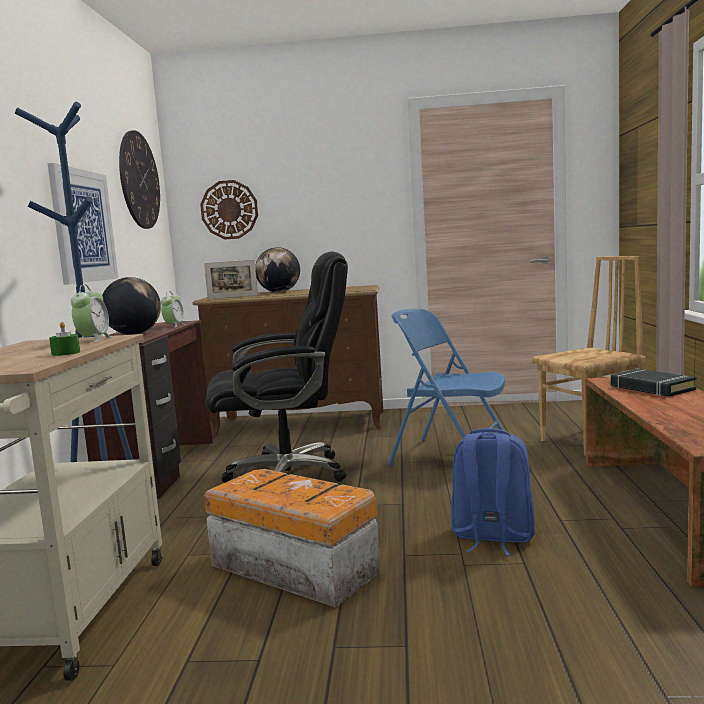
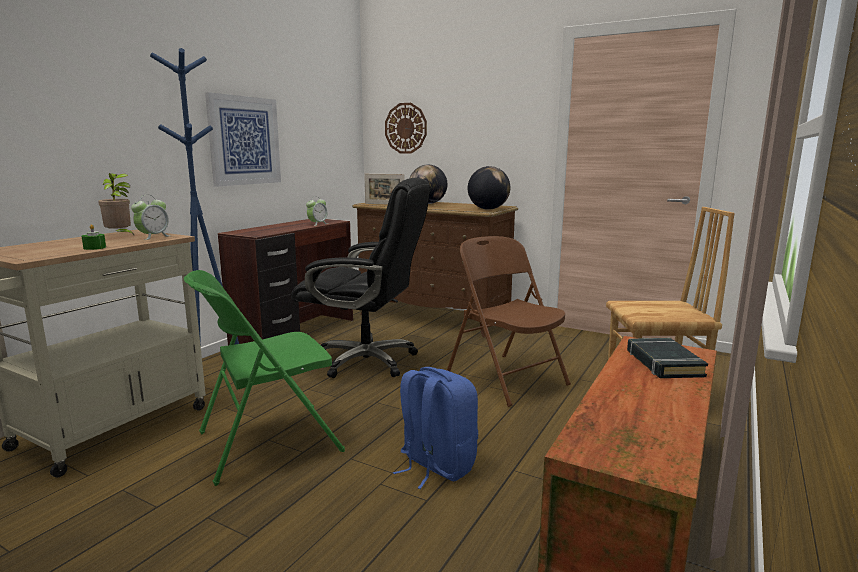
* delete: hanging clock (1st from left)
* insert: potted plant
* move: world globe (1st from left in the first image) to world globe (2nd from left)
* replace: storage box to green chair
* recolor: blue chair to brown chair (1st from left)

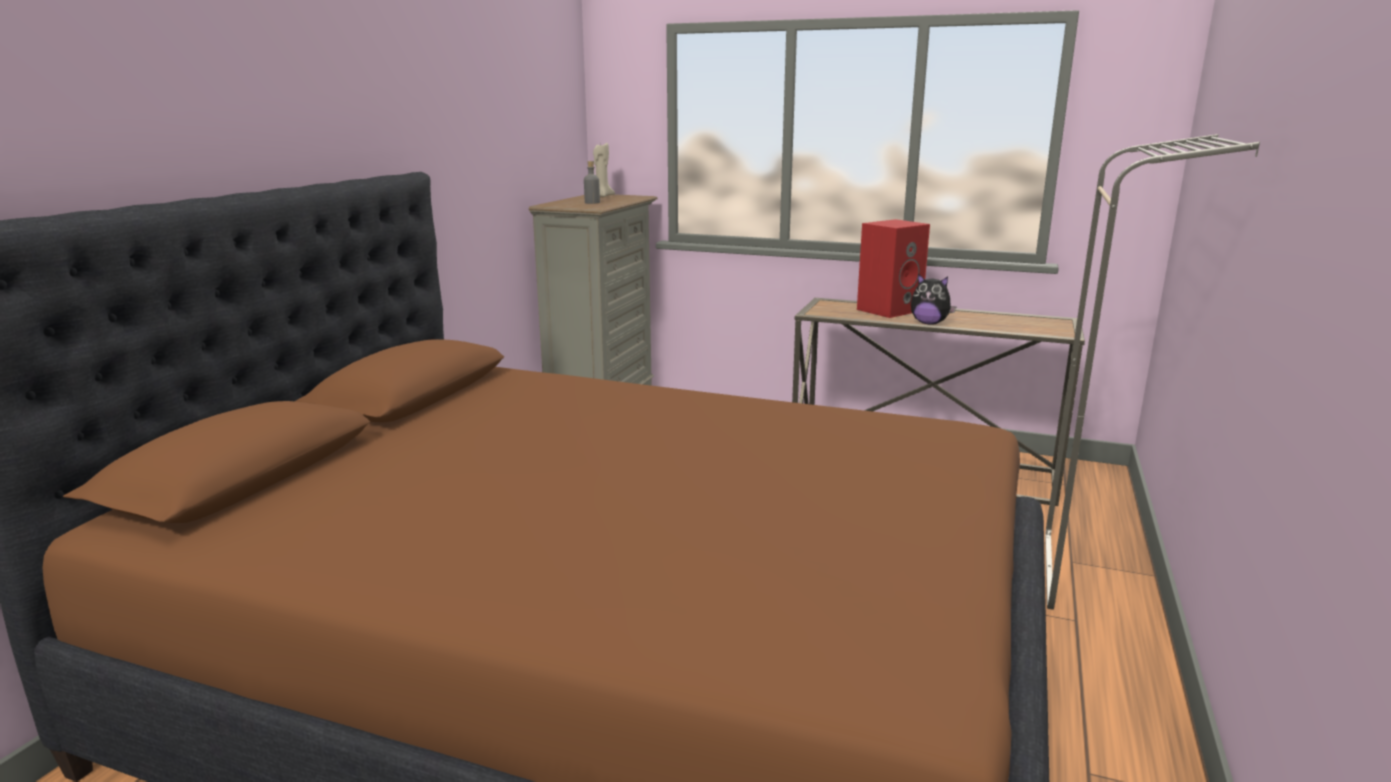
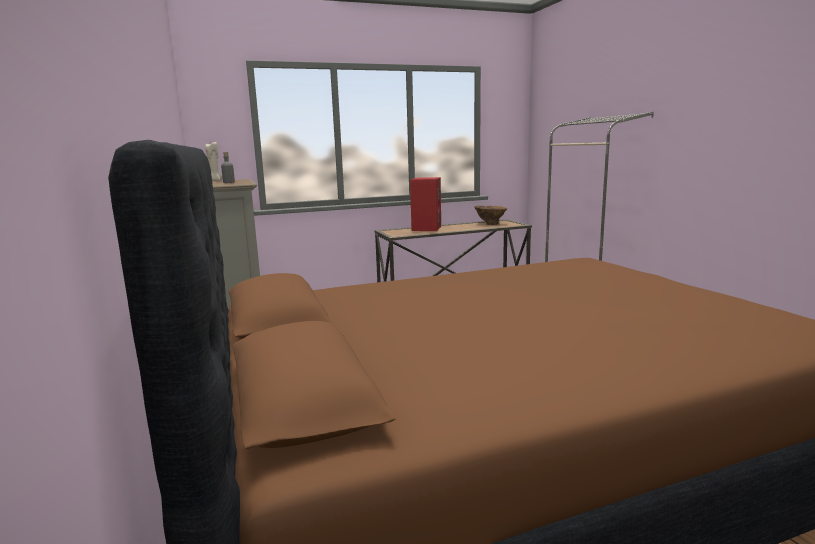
* delete: plush toy
* insert: brown decorative vase

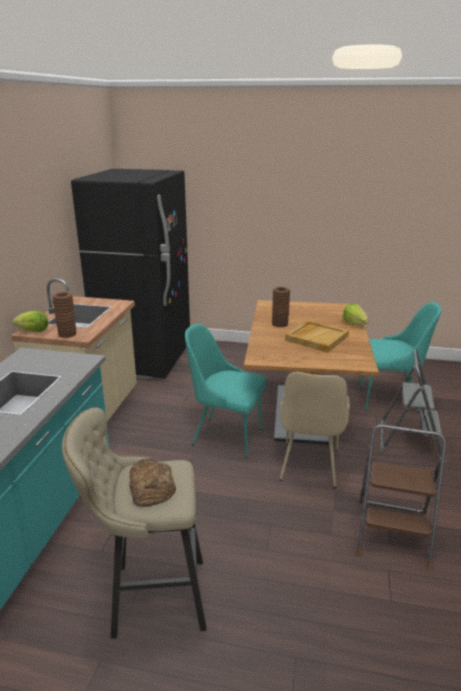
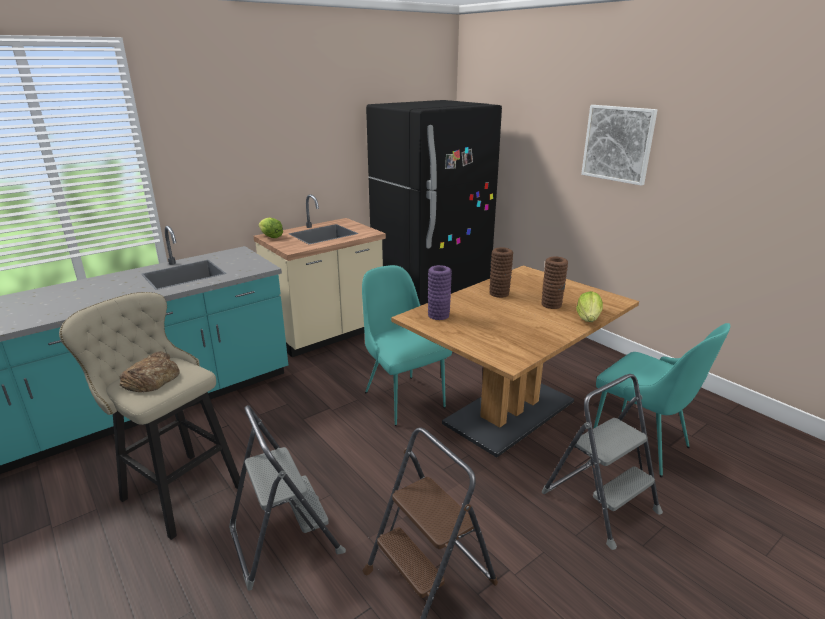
* delete: beige chair
* delete: beige carrying tray
* insert: grey step ladder (1st from left)
* insert: purplish decorative vase
* insert: wall picture
* move: brown decorative vase (1st from left in the first image) to brown decorative vase (2nd from left)

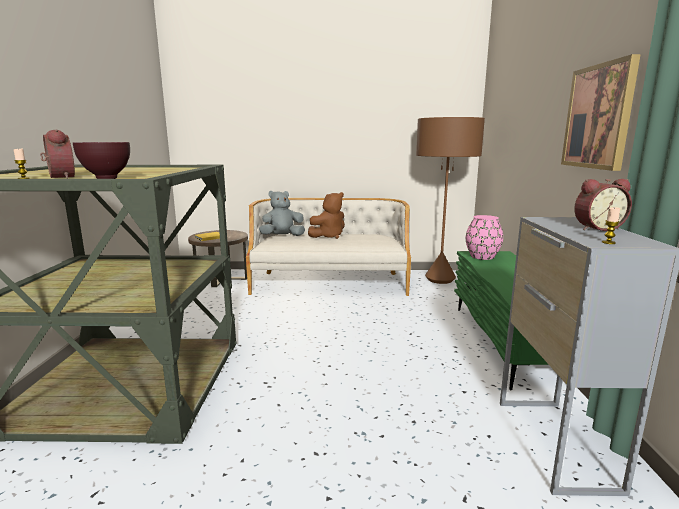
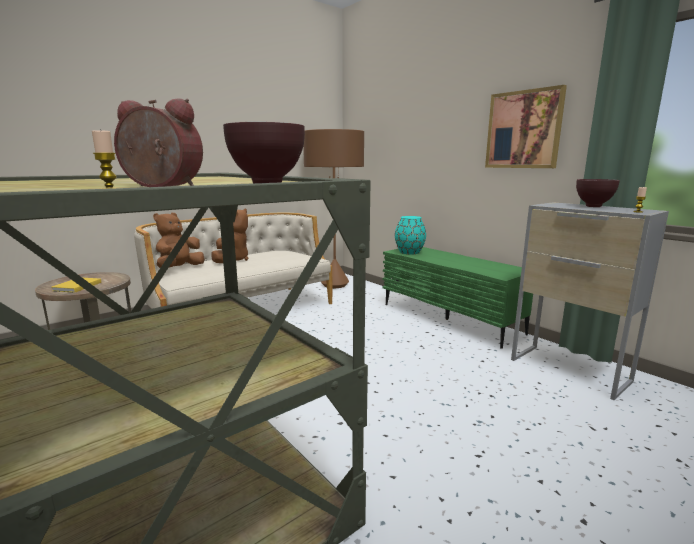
* replace: table clock (2nd from left) to brown bowl (2nd from left)
* recolor: grey plush toy to brown plush toy (1st from left)
* recolor: pinkish decorative vase to blue-green decorative vase

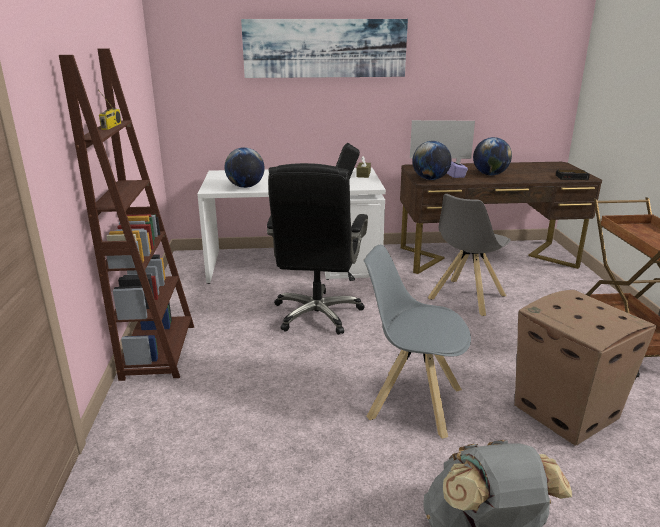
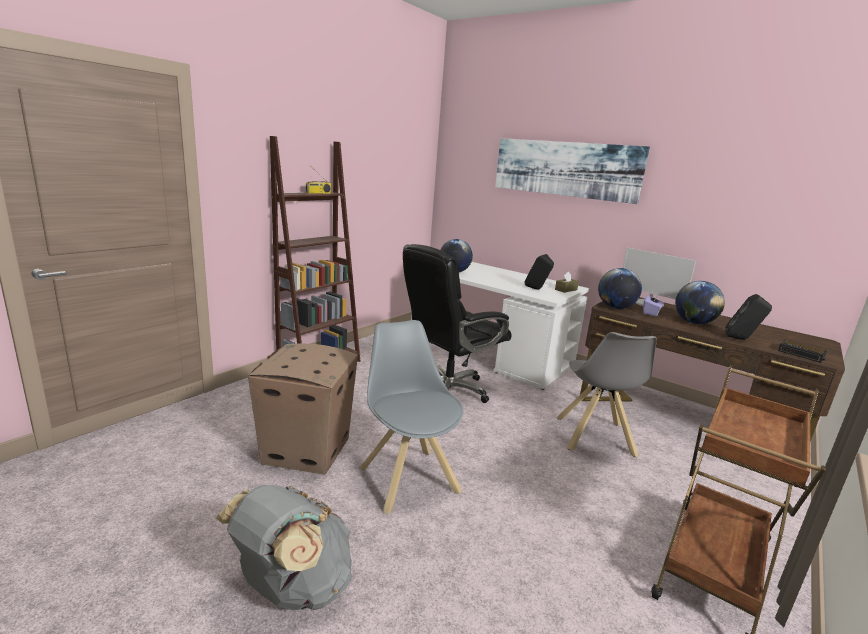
* insert: blackish loudspeaker (2nd from left)
* move: carton
* rotate: grey chair (2nd from left) 75 degrees counterclockwise

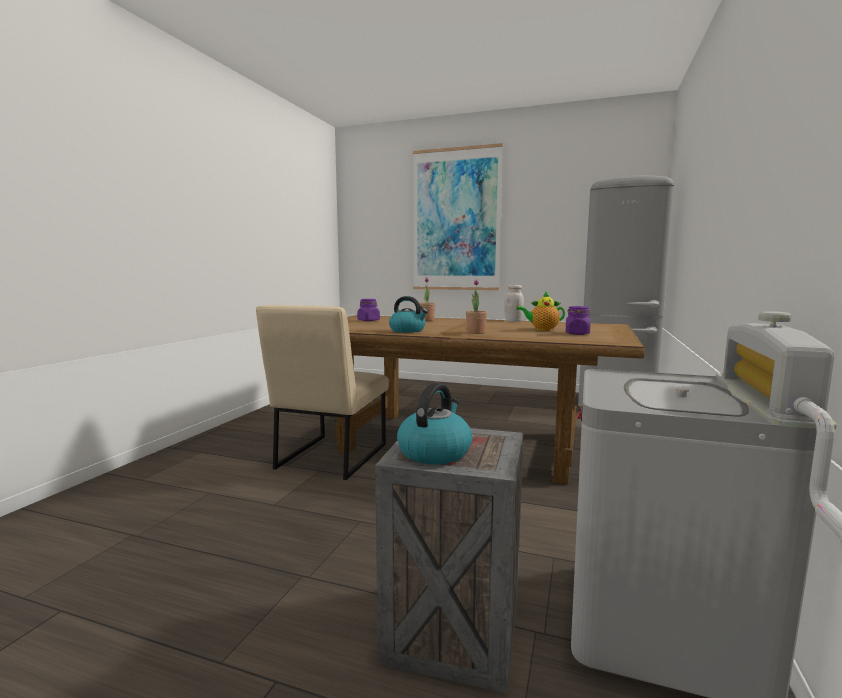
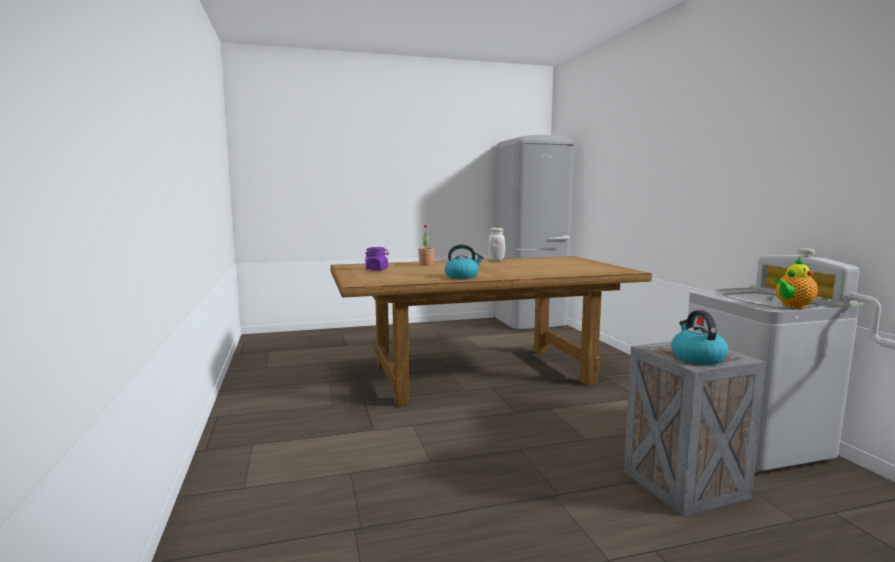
* delete: beige chair
* delete: wall picture
* delete: potted plant (2nd from left)
* delete: purplish jar (2nd from left)
* move: tea pot

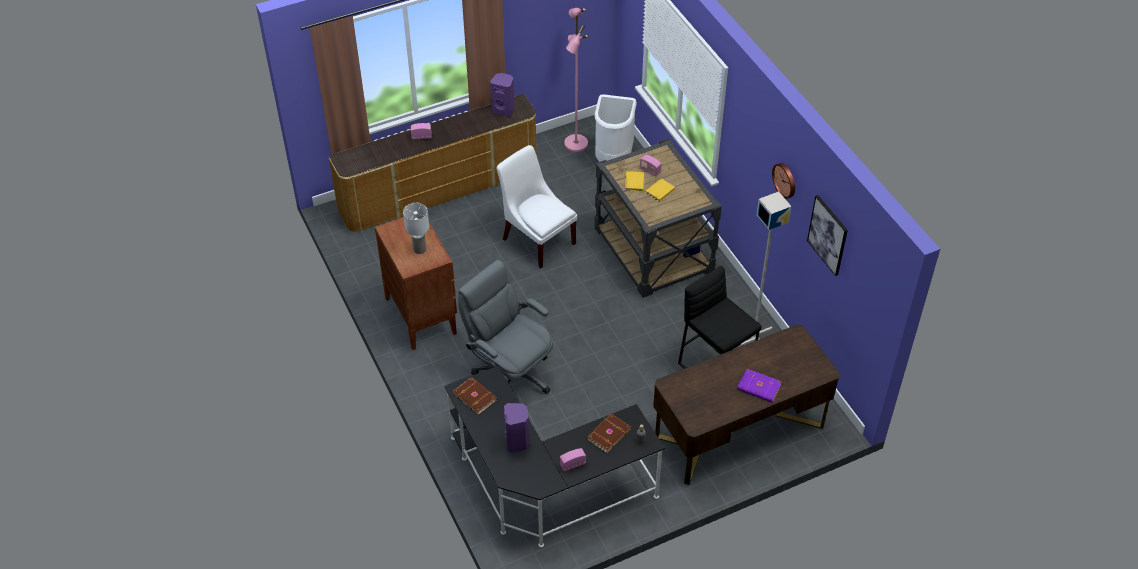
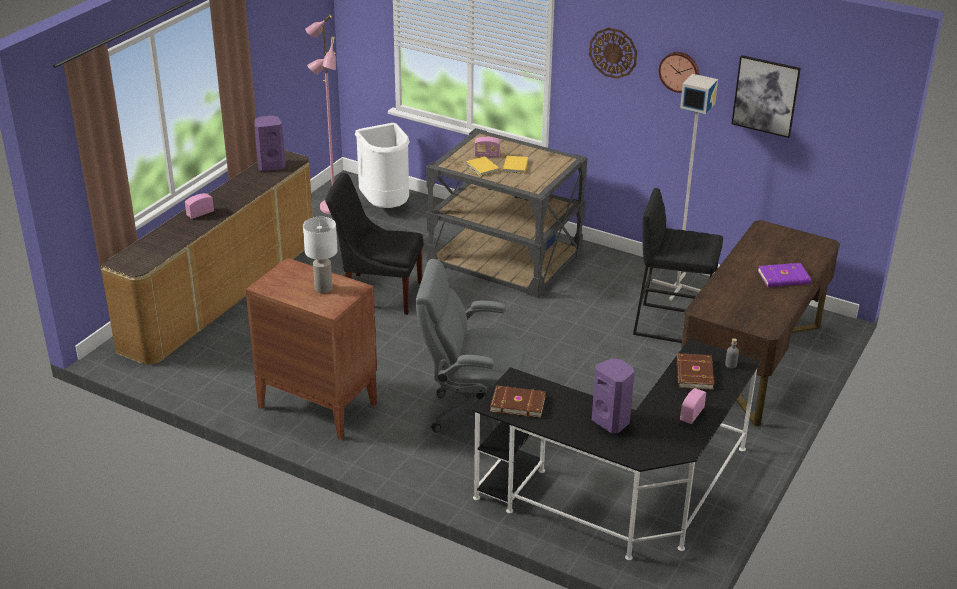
* insert: hanging clock (1st from left)
* recolor: white chair to blackish chair

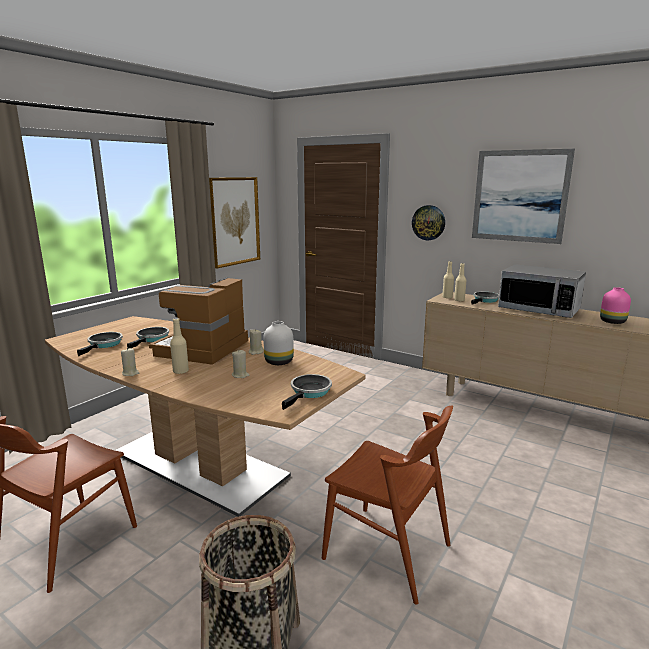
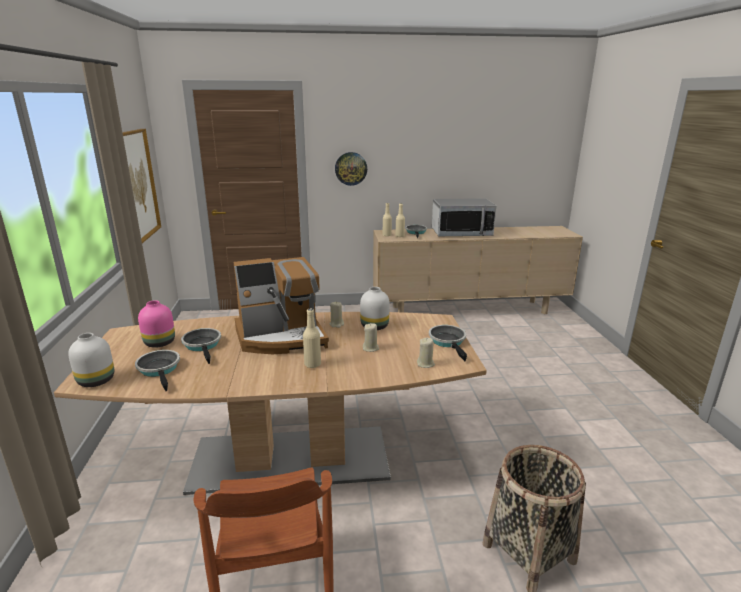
* delete: brown chair (2nd from left)
* delete: wall picture (2nd from left)
* insert: white decorative vase (1st from left)
* move: beige candle (1st from left in the first image) to beige candle (3rd from left)
* move: pinkish decorative vase
* rotate: coffee machine 90 degrees counterclockwise

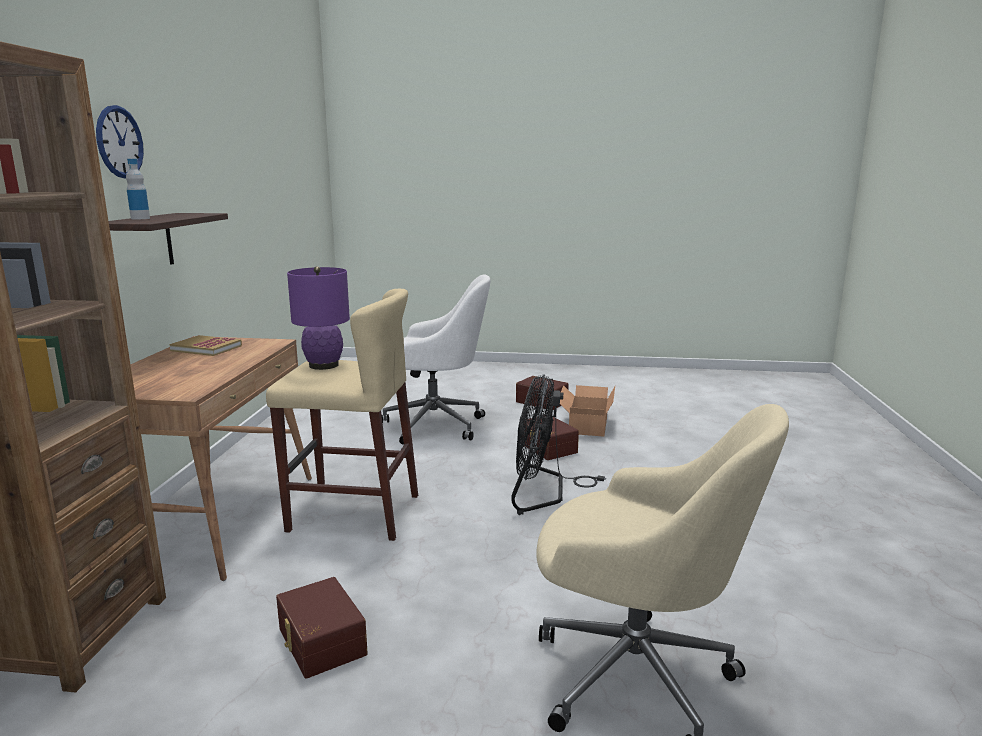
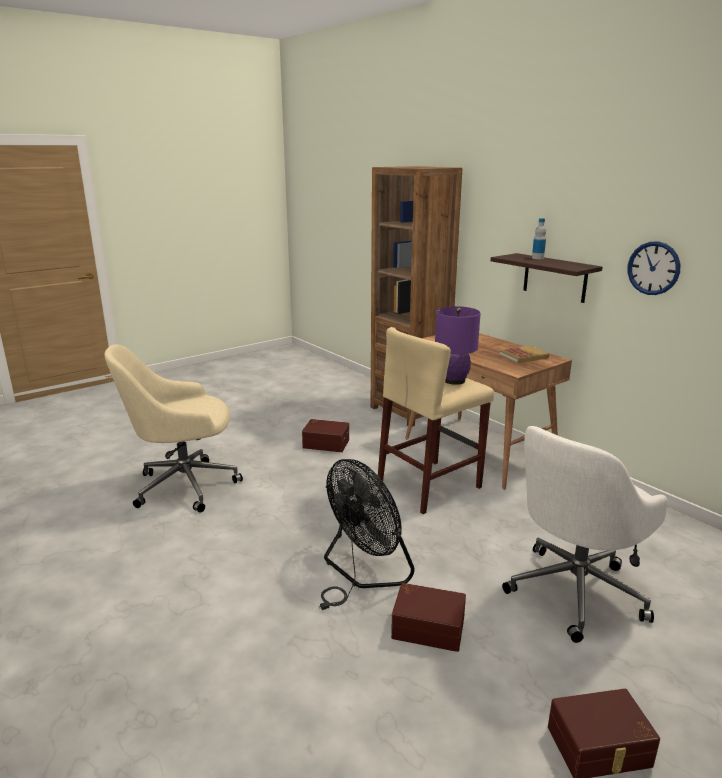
* delete: carton
* move: hanging clock

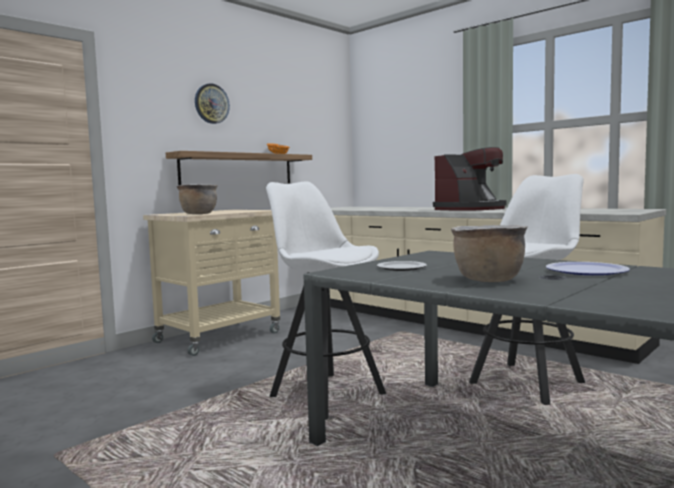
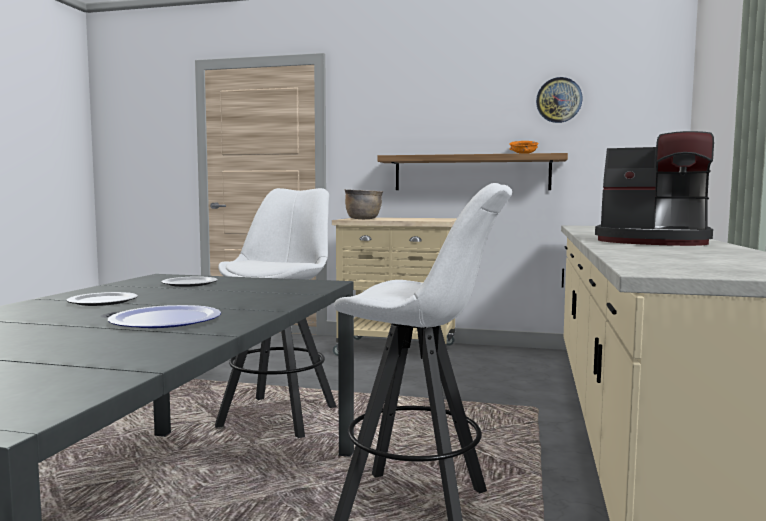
* move: hanging clock
* replace: brown stockpot (2nd from left) to dinner plate (1st from left)

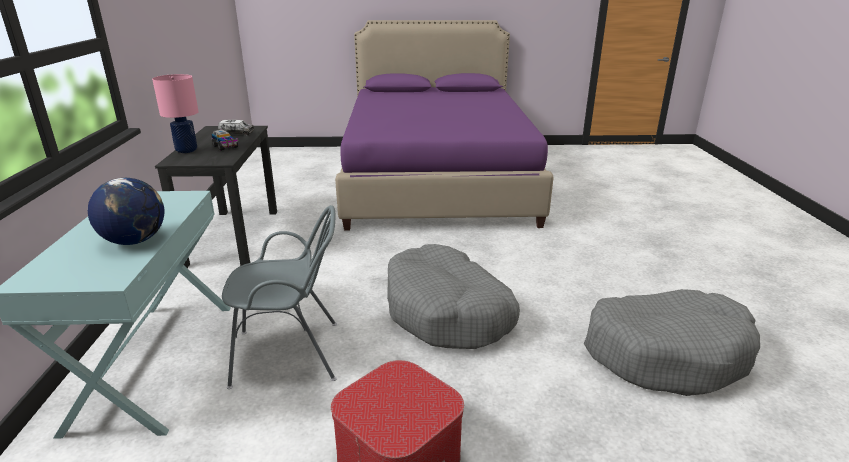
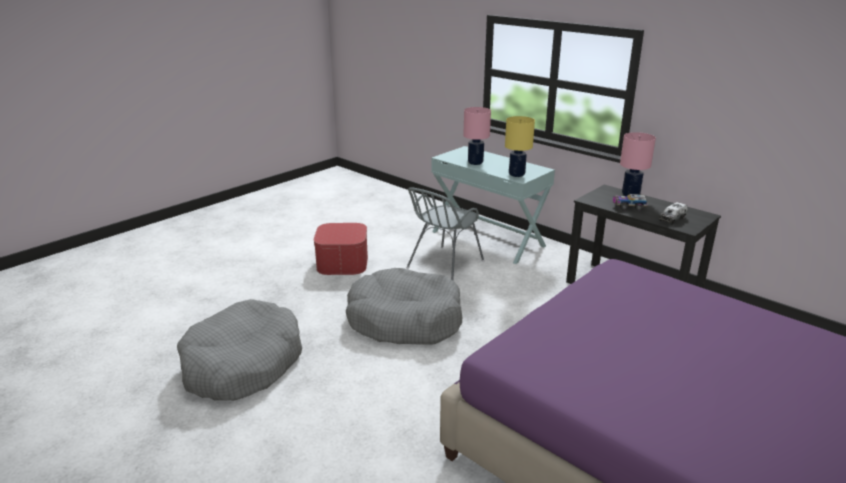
* insert: yellow-coloured lamp for a table
* replace: world globe to pinkish lamp for a table (1st from left)

